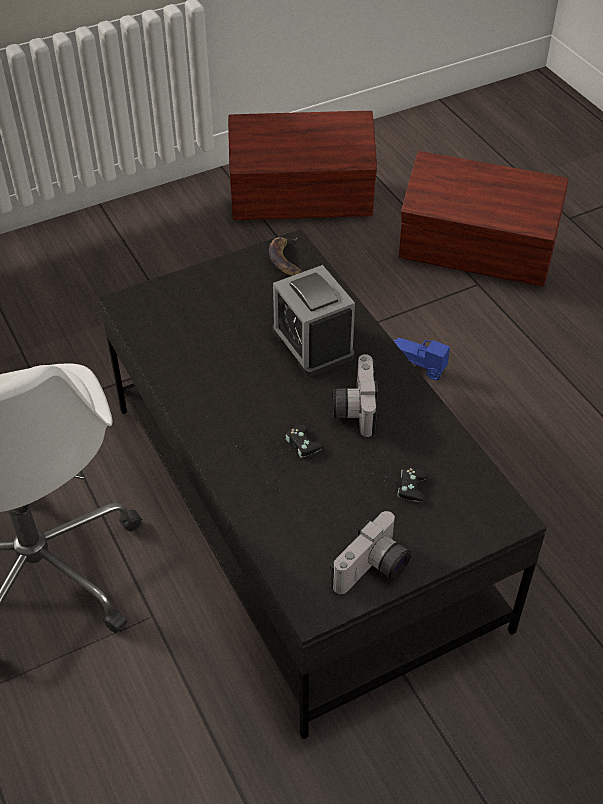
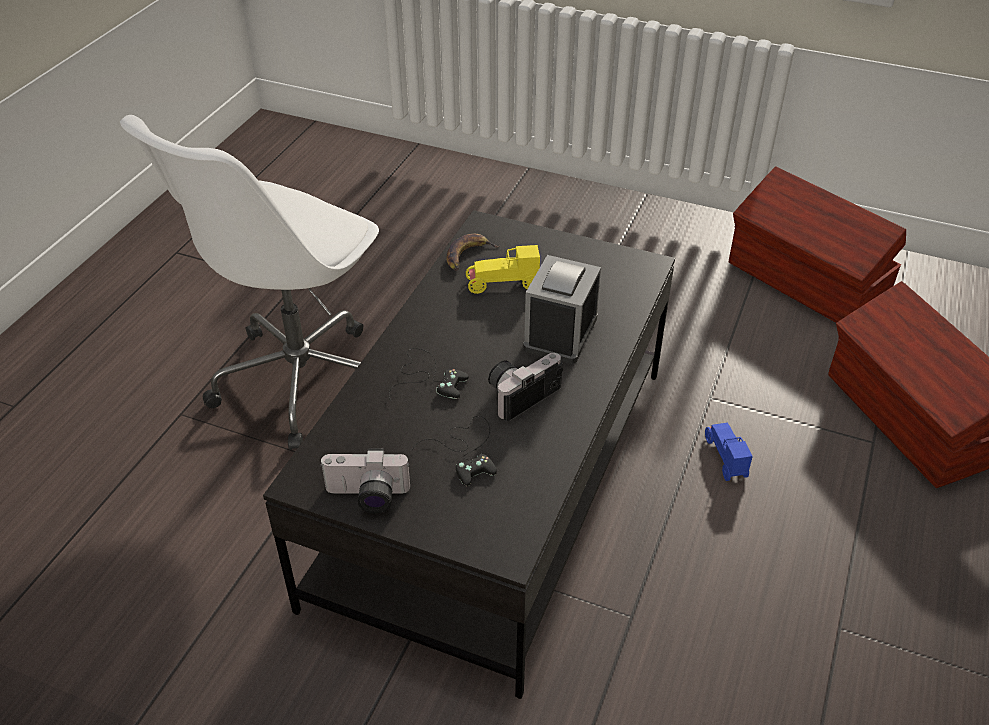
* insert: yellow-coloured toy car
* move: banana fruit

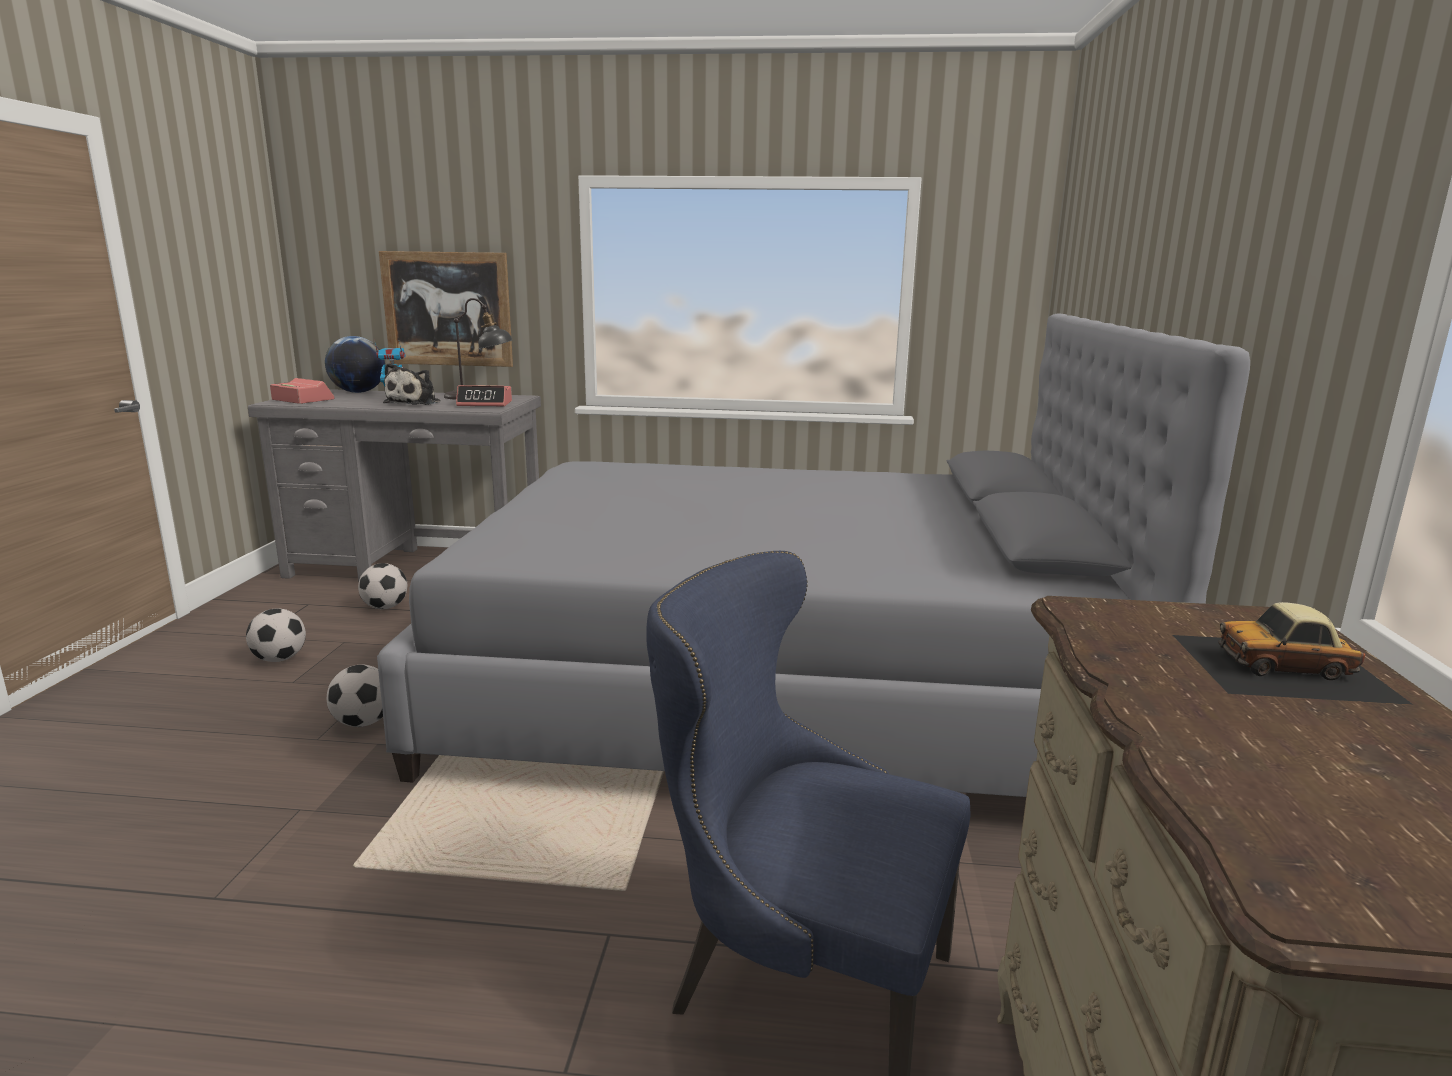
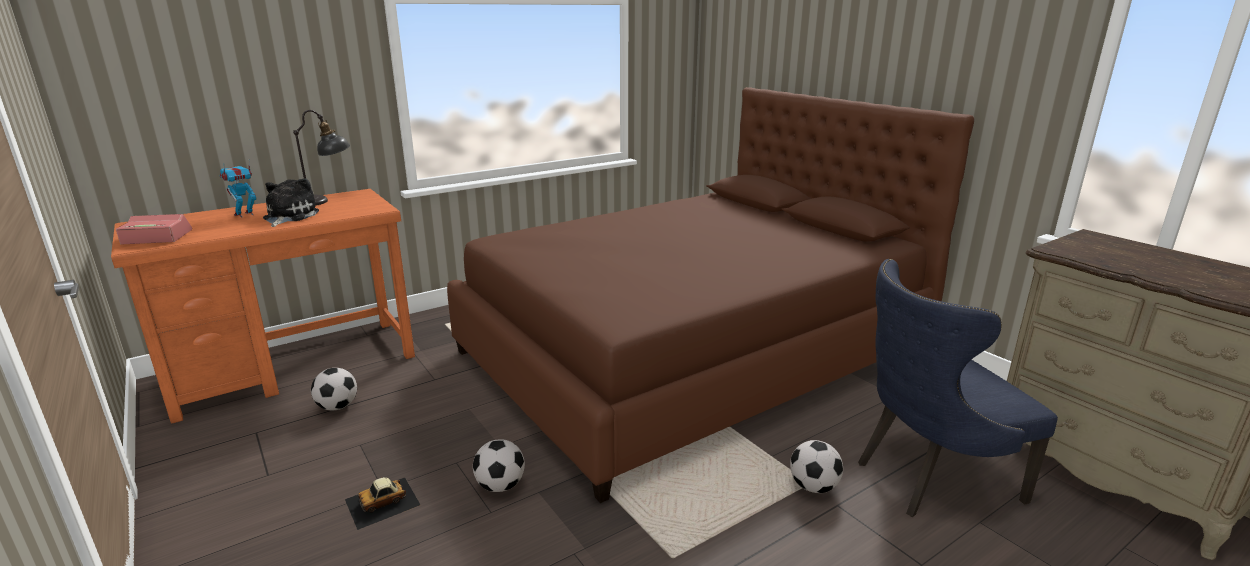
* delete: world globe
* delete: wall picture
* delete: table clock (2nd from left)
* move: ball for football (1st from left in the first image) to ball for football (3rd from left)
* move: toy car
* recolor: grey desk table to orange-coloured desk table
* recolor: grey bedroom bed to brown bedroom bed
* rotate: plush toy 150 degrees counterclockwise

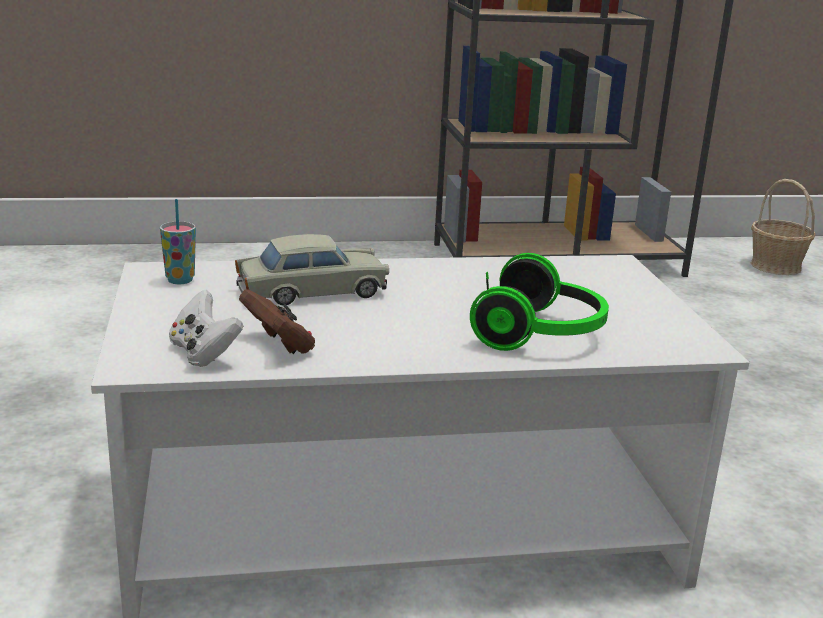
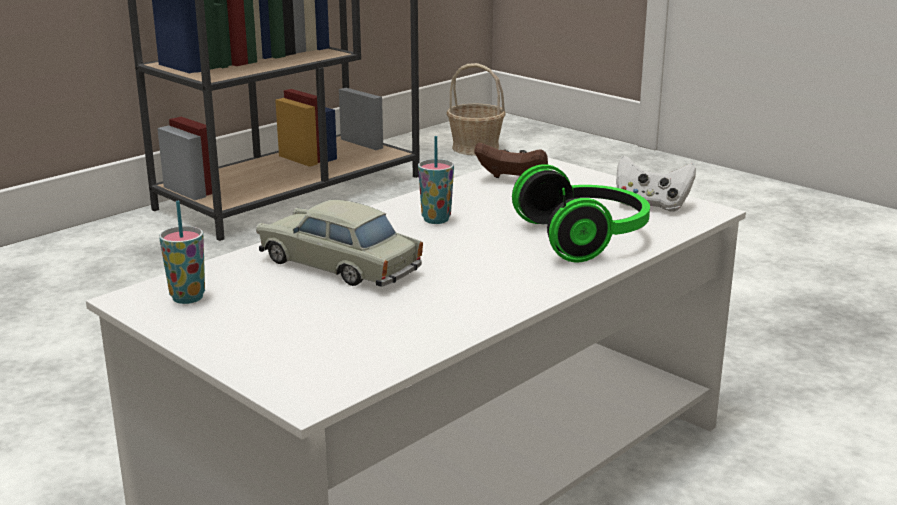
* insert: cup (2nd from left)
* move: white gamepad
* move: brown gamepad
* rotate: beige toy car 90 degrees counterclockwise

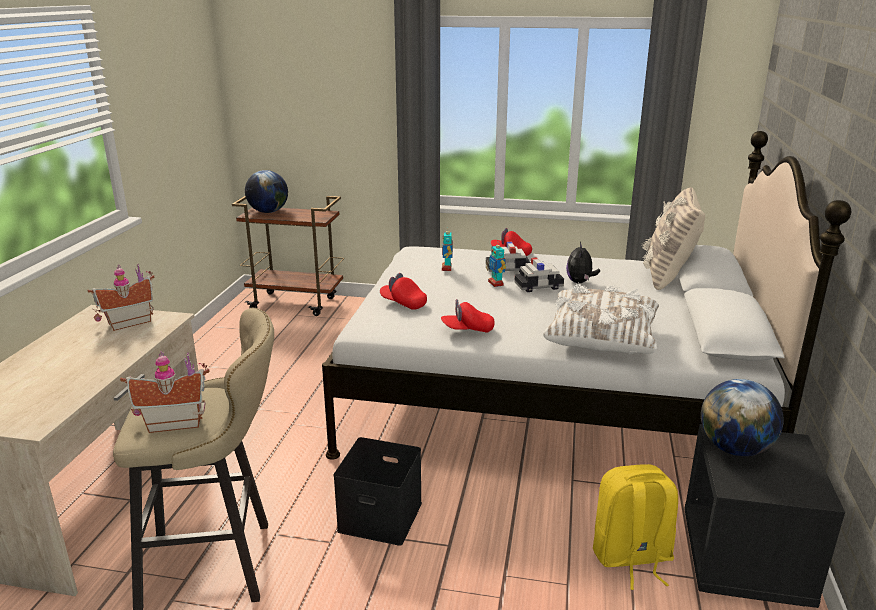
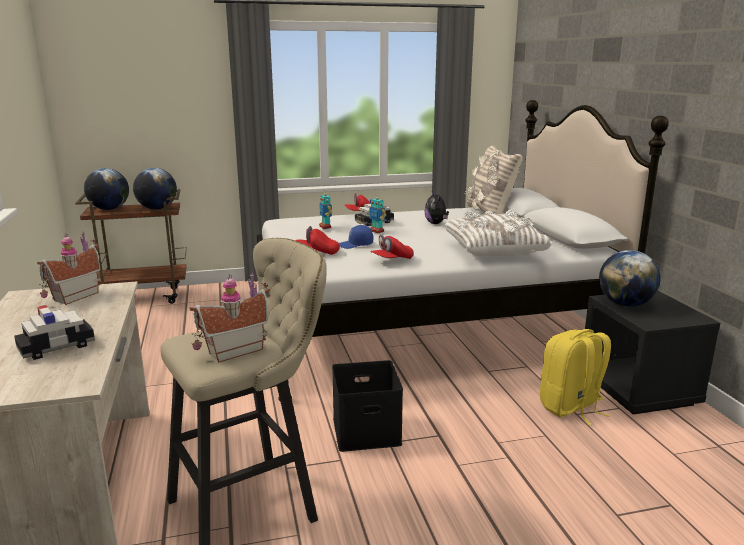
* insert: world globe (2nd from left)
* insert: blue cap
* move: toy car (2nd from left in the first image) to toy car (1st from left)

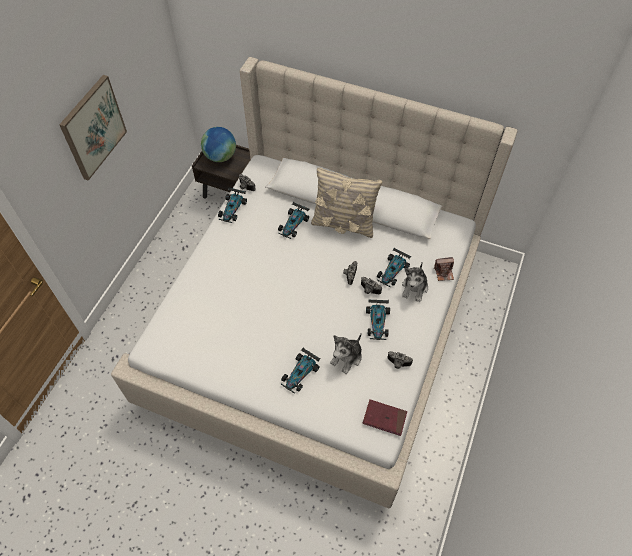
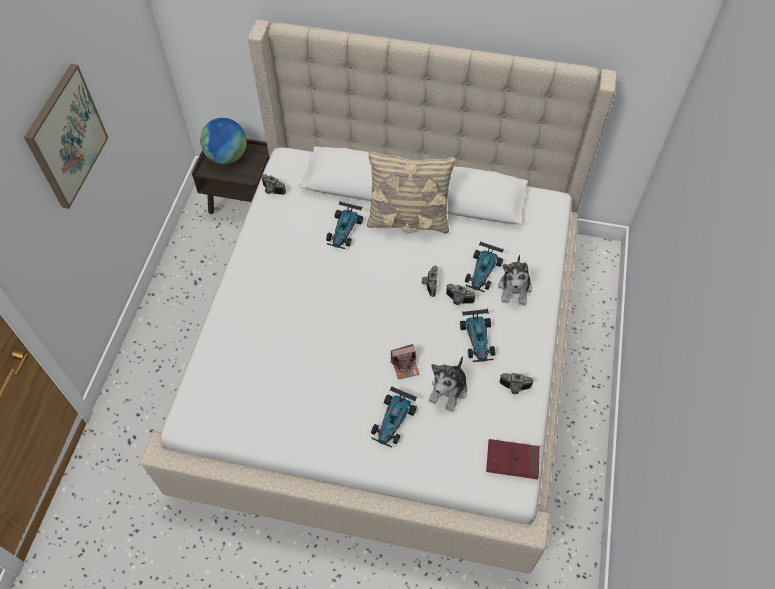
* delete: toy car (1st from left)
* move: photo camera (5th from left in the first image) to photo camera (2nd from left)

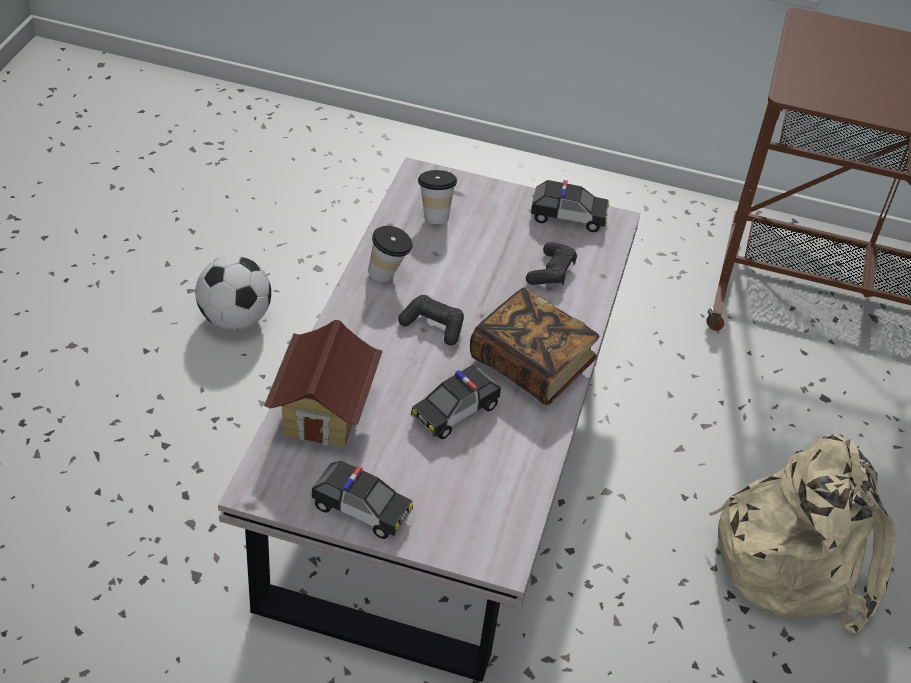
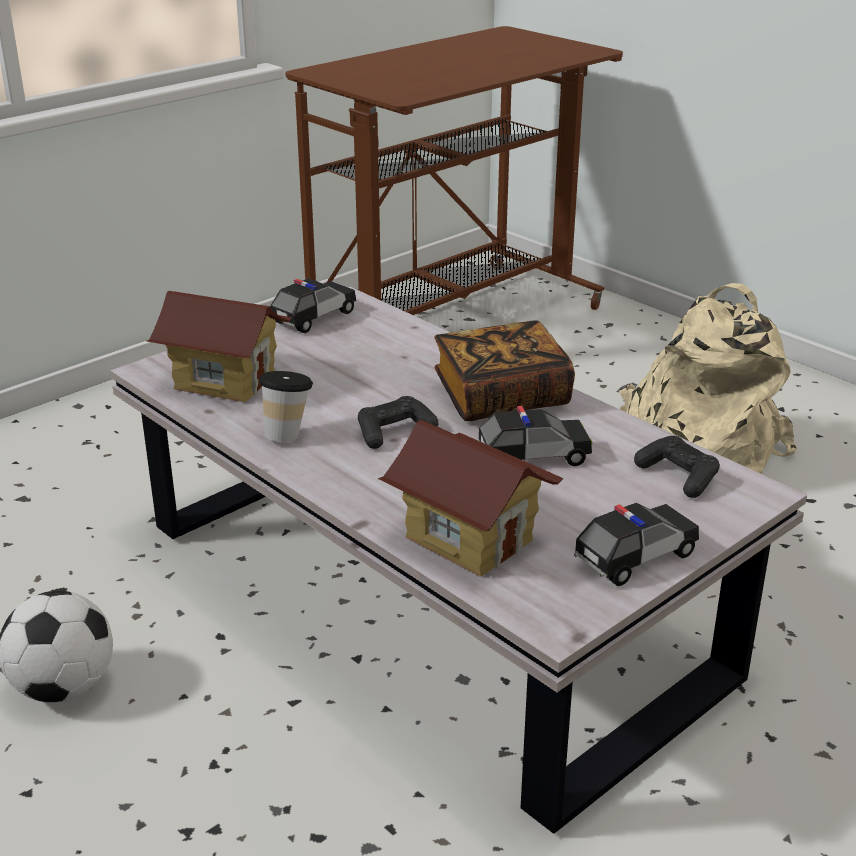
* move: blackish gamepad (2nd from left)
* replace: cup (2nd from left) to miniature house (1st from left)
* rotate: toy car (2nd from left) 90 degrees counterclockwise

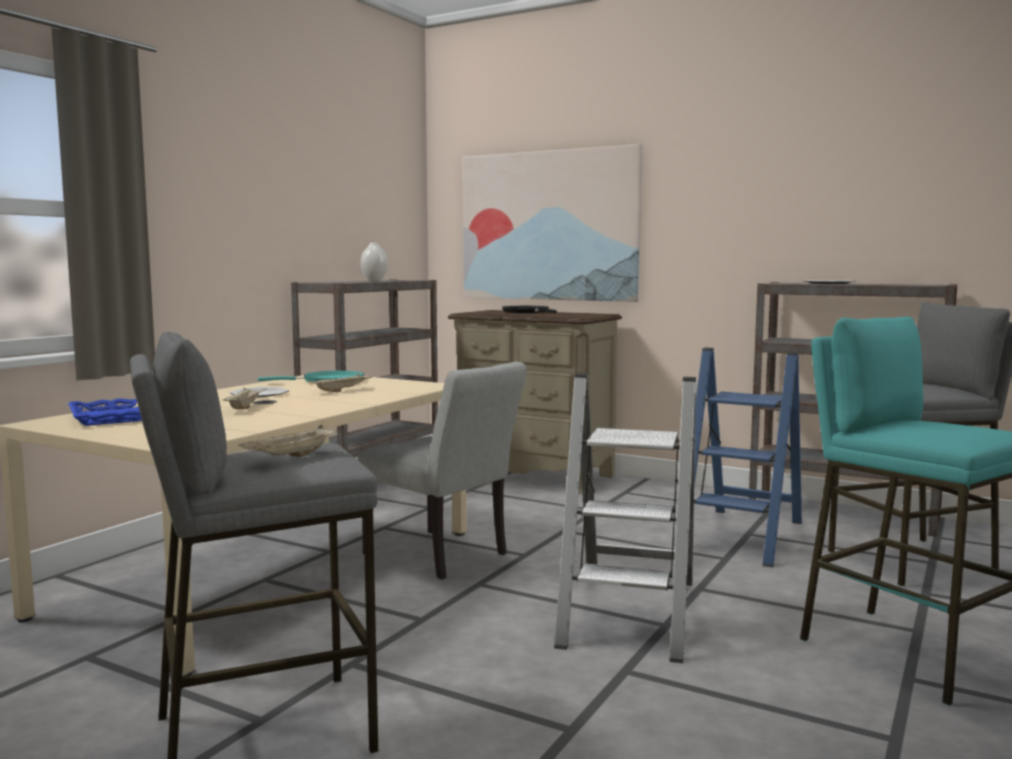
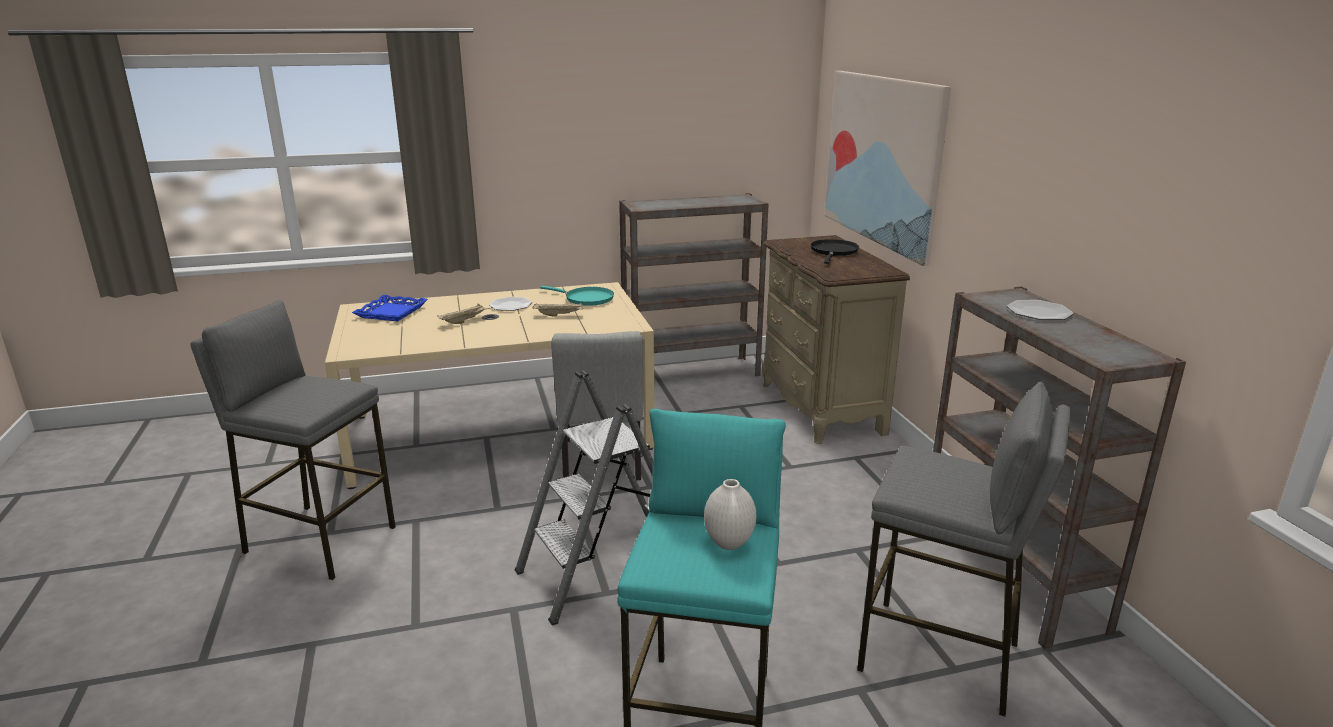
* delete: beige carrying tray (2nd from left)
* delete: blue step ladder
* move: white decorative vase

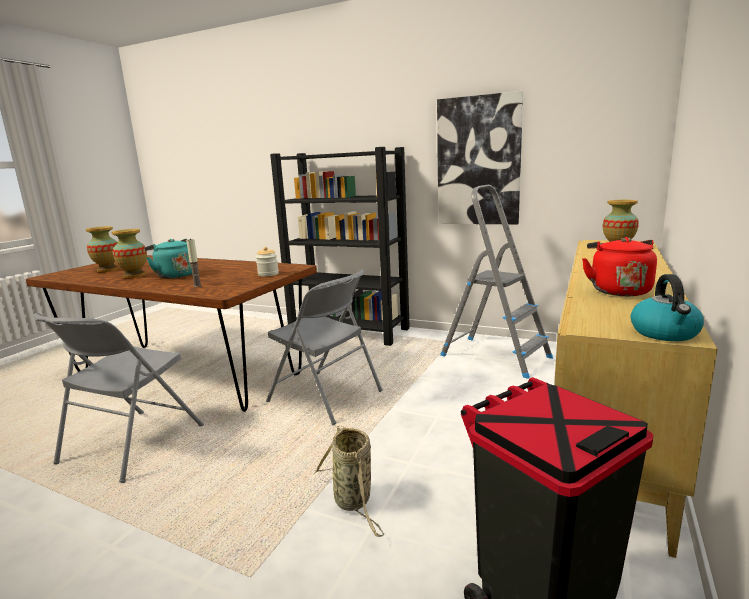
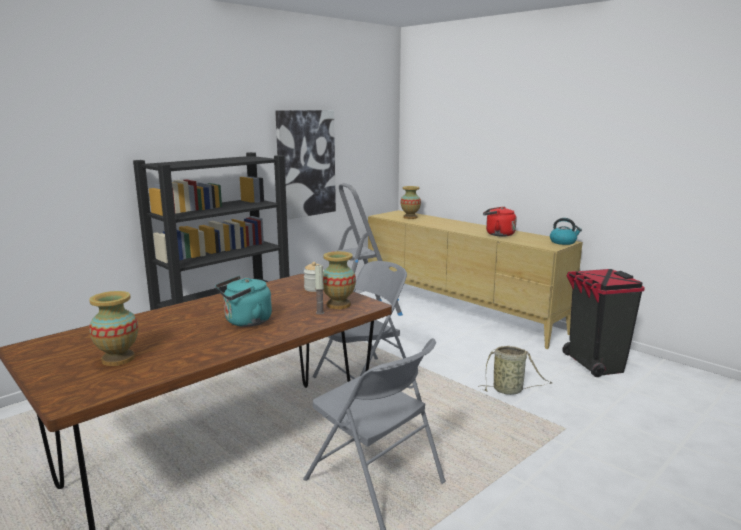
* move: decorative vase (2nd from left)

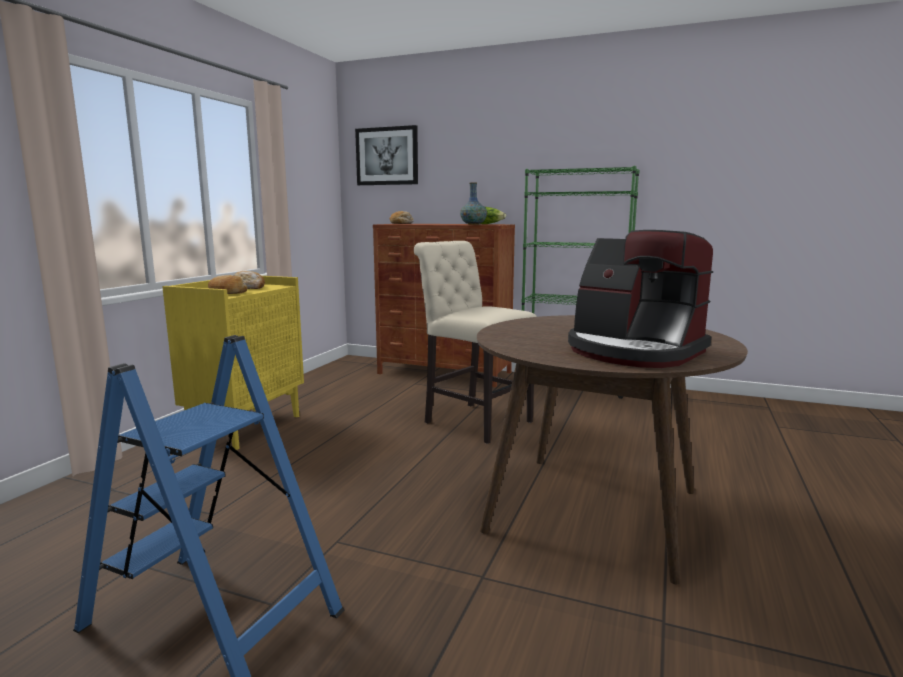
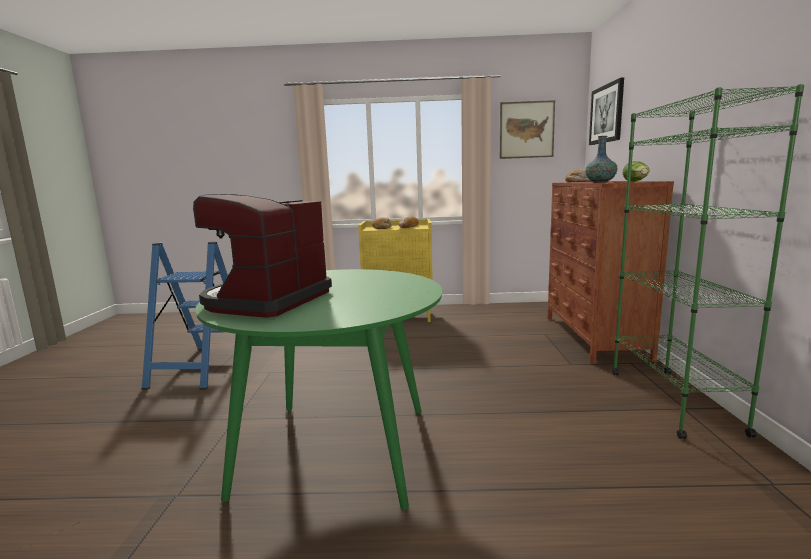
* delete: beige sitting stool
* insert: wall picture (1st from left)
* recolor: brown kitchen table to green kitchen table

